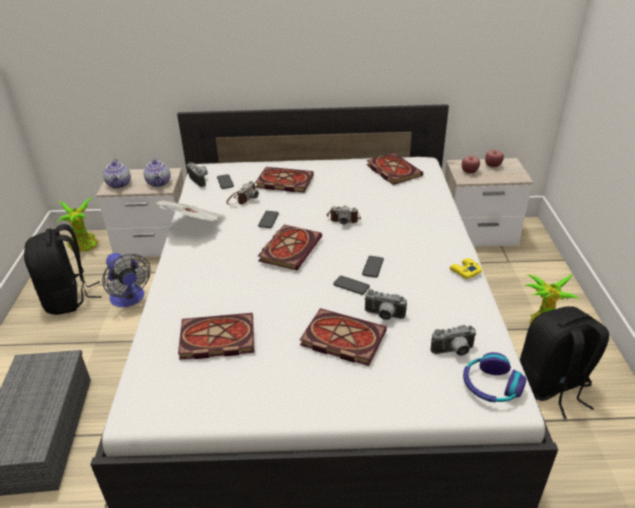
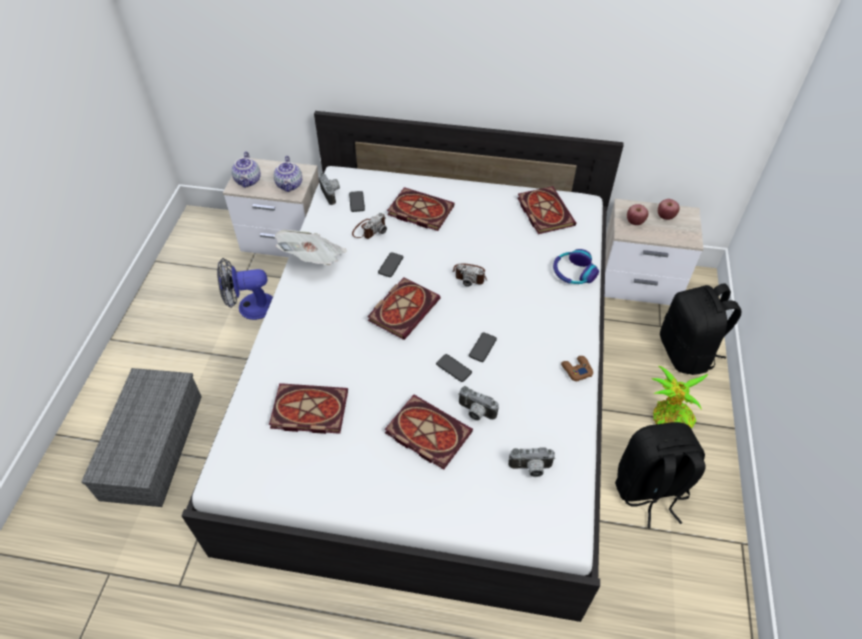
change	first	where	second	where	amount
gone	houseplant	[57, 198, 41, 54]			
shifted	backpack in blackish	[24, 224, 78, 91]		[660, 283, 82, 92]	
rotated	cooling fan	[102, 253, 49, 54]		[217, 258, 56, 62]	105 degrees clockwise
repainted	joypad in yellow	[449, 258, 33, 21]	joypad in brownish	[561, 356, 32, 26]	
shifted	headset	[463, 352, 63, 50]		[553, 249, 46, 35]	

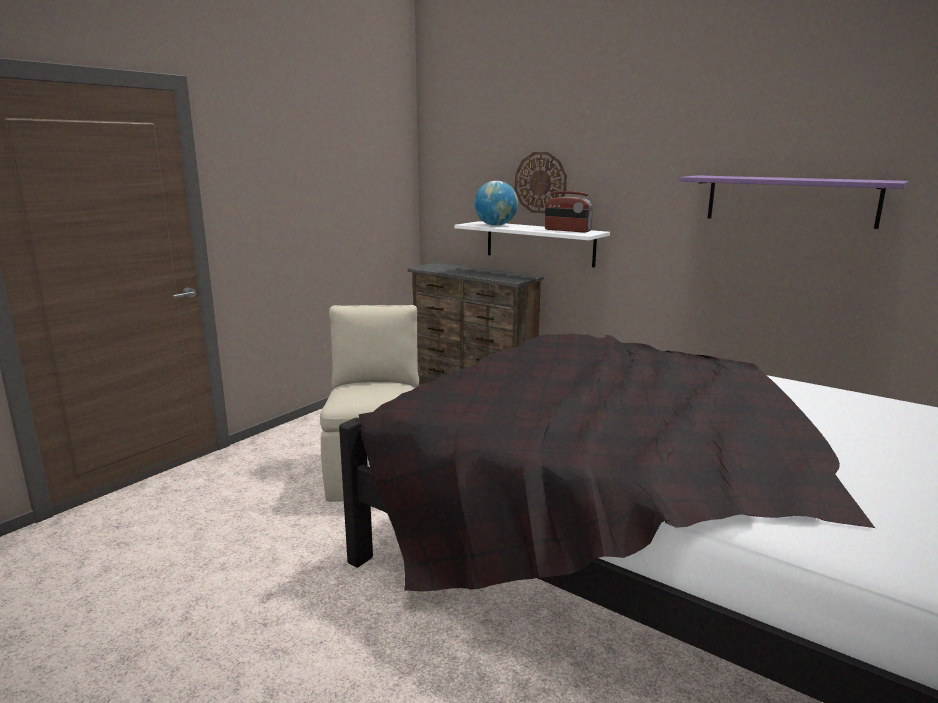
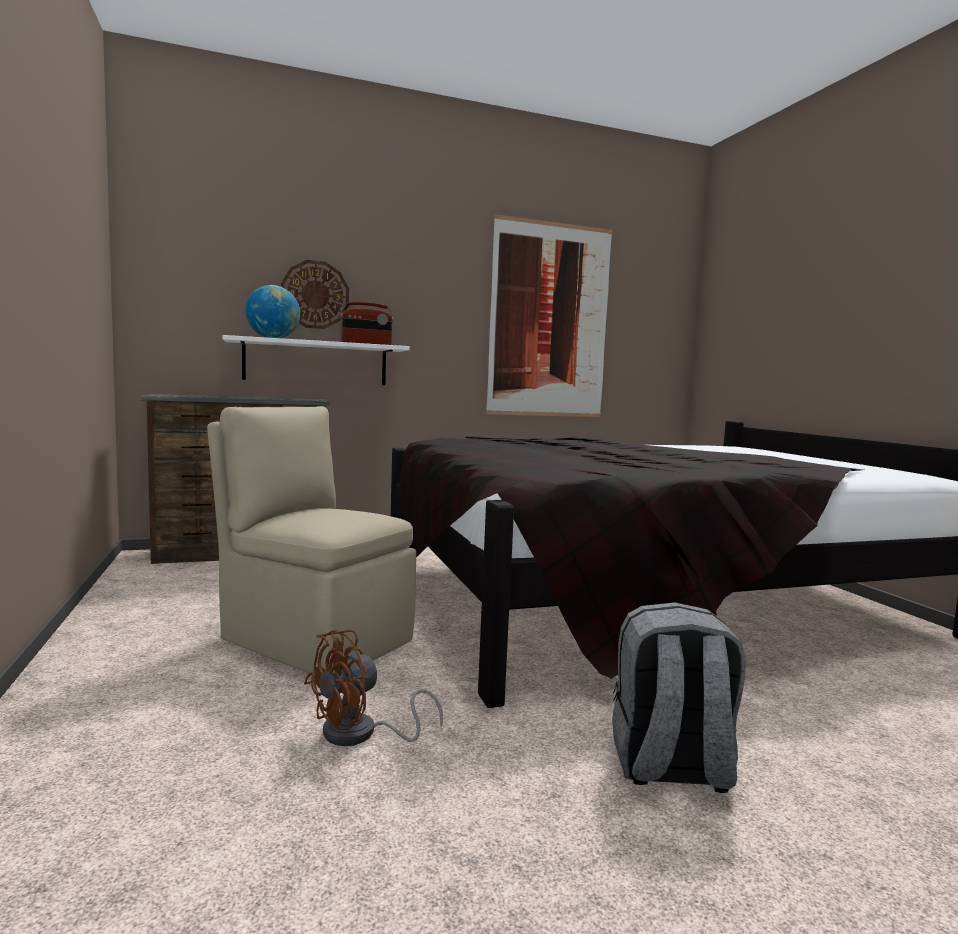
change	first	where	second	where	amount
swapped	shelf in purplish	[679, 175, 230, 54]	wall art	[486, 214, 126, 203]	
new			backpack in gray	[612, 602, 134, 191]	
new			cooling fan in brownish	[304, 629, 139, 117]	

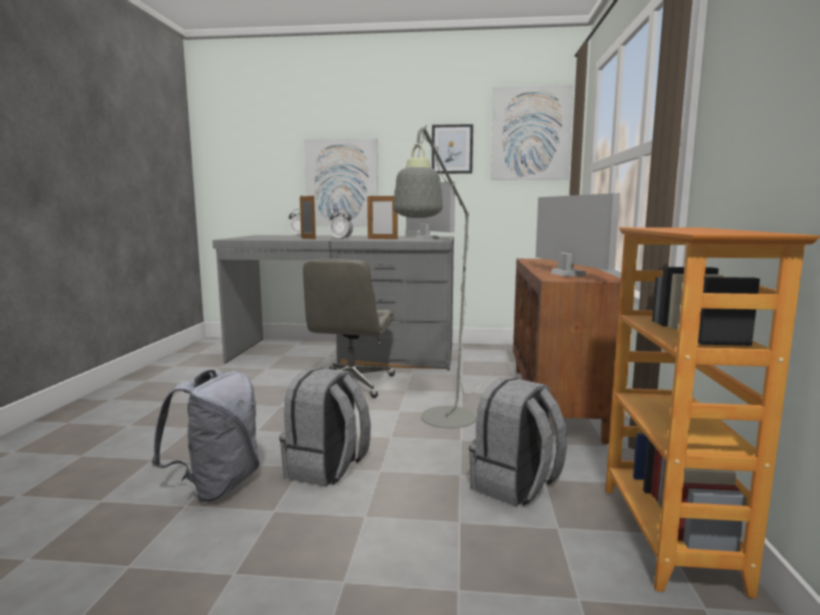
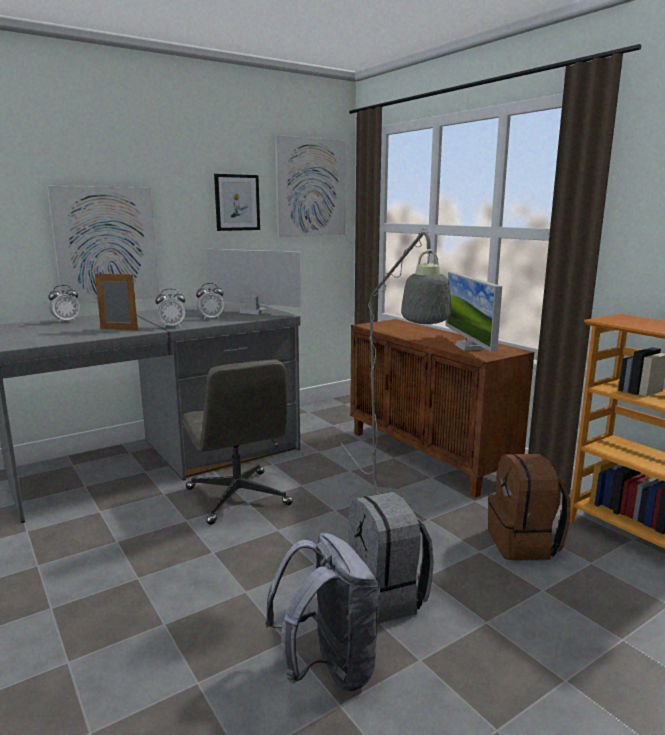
change	first	where	second	where	amount
rotated	computer display	[536, 193, 84, 83]		[445, 272, 57, 80]	135 degrees counterclockwise
swapped	picture frame	[367, 194, 31, 45]	table clock	[196, 283, 28, 37]	
repainted	backpack in gray	[469, 377, 98, 129]	backpack in brownish	[488, 454, 82, 106]	

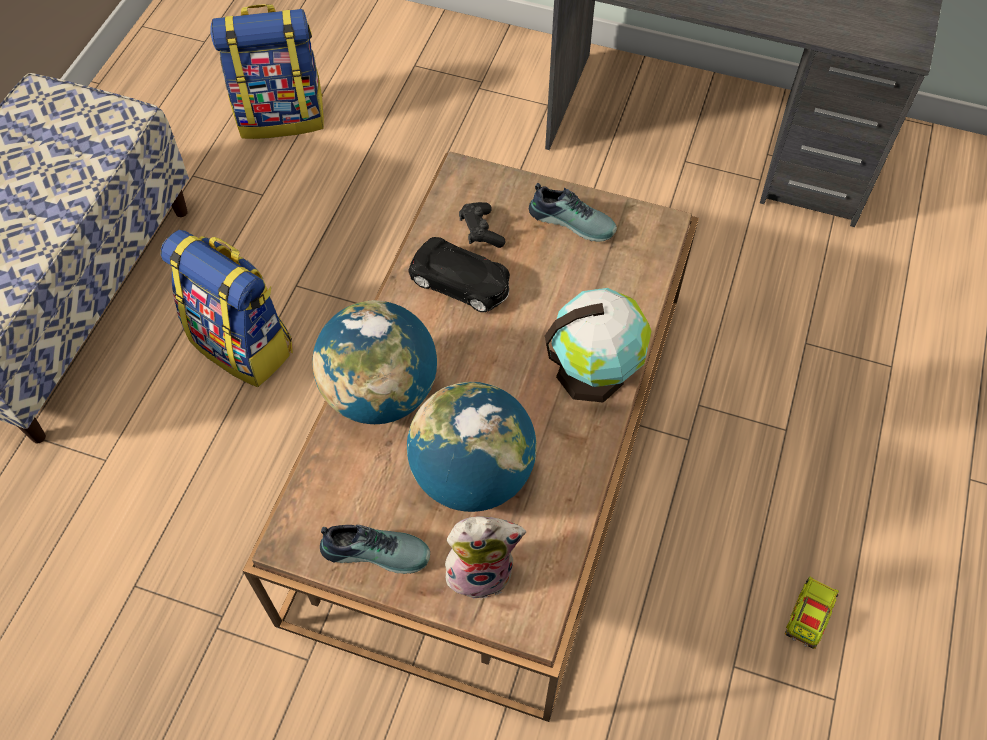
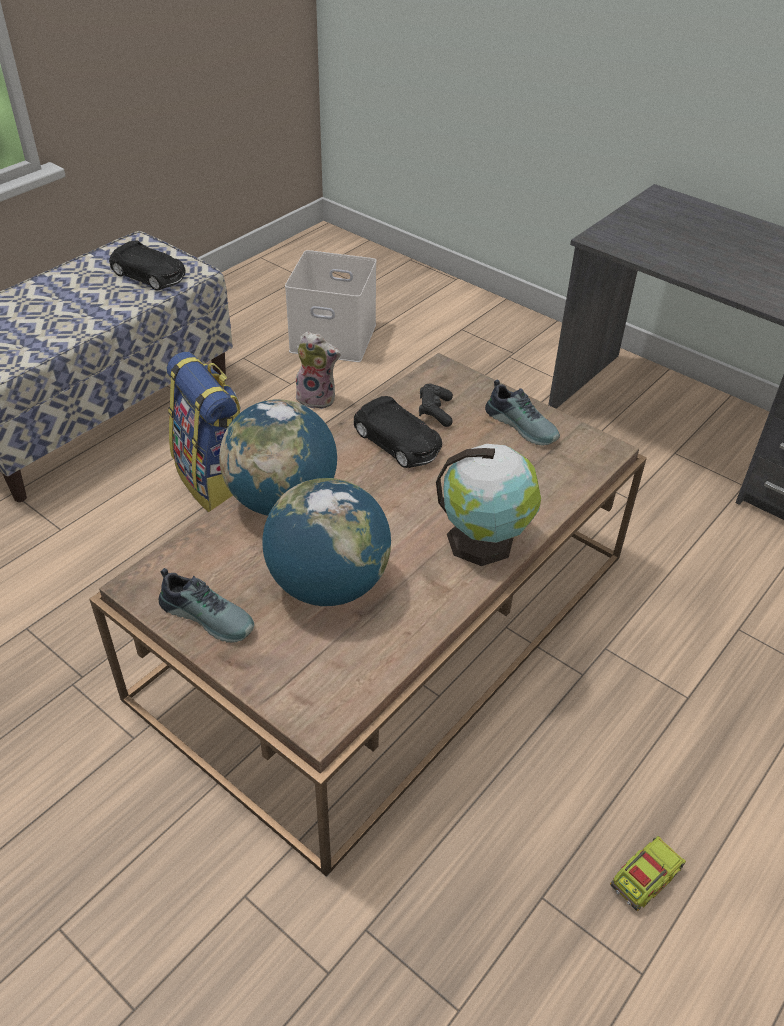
change	first	where	second	where	amount
swapped	backpack	[210, 4, 114, 135]	storage box in white-coloured	[285, 250, 92, 112]	
shifted	cuddly toy	[445, 516, 81, 85]		[296, 331, 45, 78]	
new			model car in blackish	[109, 240, 77, 51]	

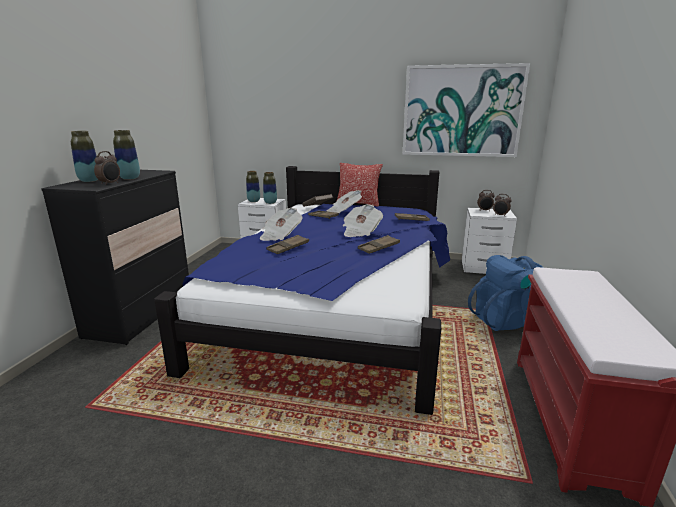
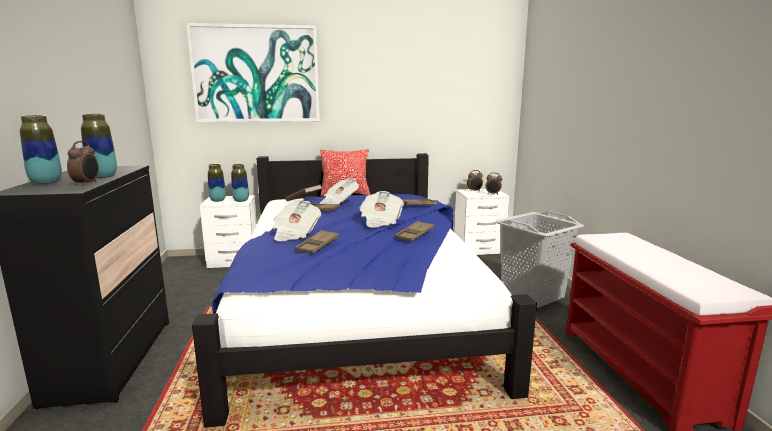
change	first	where	second	where	amount
shifted	wall art	[403, 63, 127, 94]		[186, 23, 134, 99]	
swapped	backpack in bluish	[468, 255, 76, 76]	washing basket in gray	[495, 211, 89, 97]	

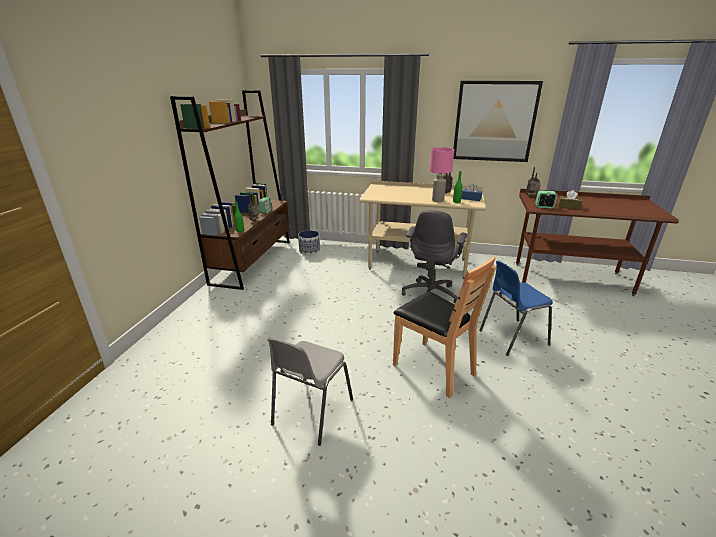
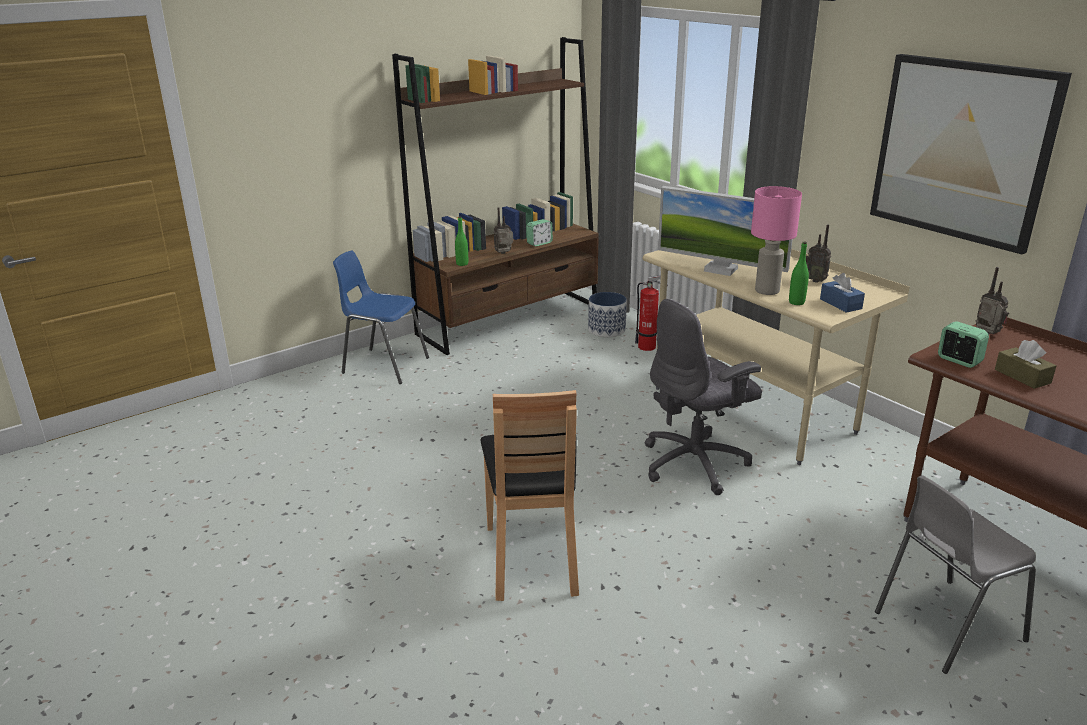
change	first	where	second	where	amount
shifted	plain chair in bluish	[479, 260, 74, 96]		[333, 251, 96, 133]	
shifted	plain chair in gray	[267, 337, 86, 109]		[875, 475, 161, 199]	
new			computer display	[658, 186, 135, 90]	
new			extinguisher	[635, 275, 33, 76]	

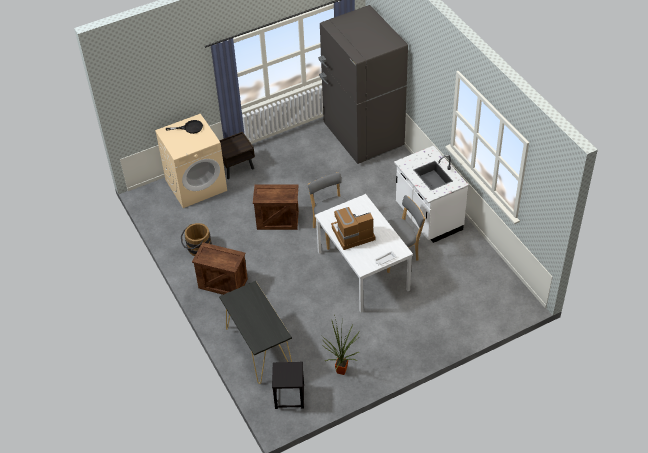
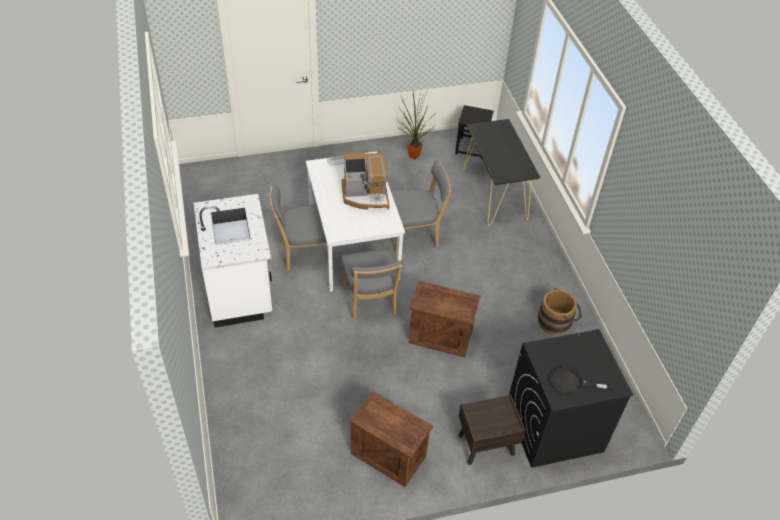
change	first	where	second	where	amount
gone	refrigerator in gray	[318, 5, 90, 159]			
repainted	washing machine in beige-coloured	[155, 114, 72, 94]	washing machine in blackish	[509, 329, 124, 139]	
shifted	shipping crate	[192, 242, 56, 53]		[349, 391, 84, 96]	
new			plain chair in gray	[391, 160, 60, 92]	

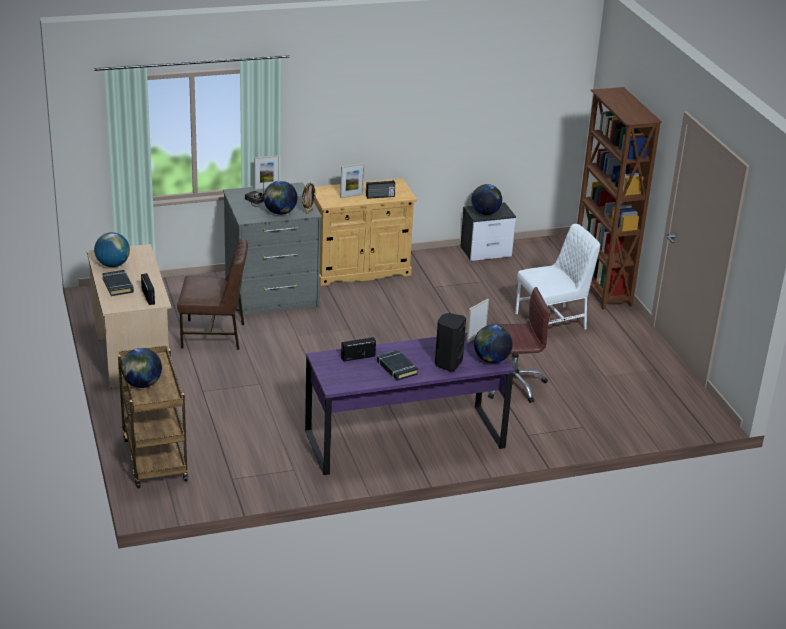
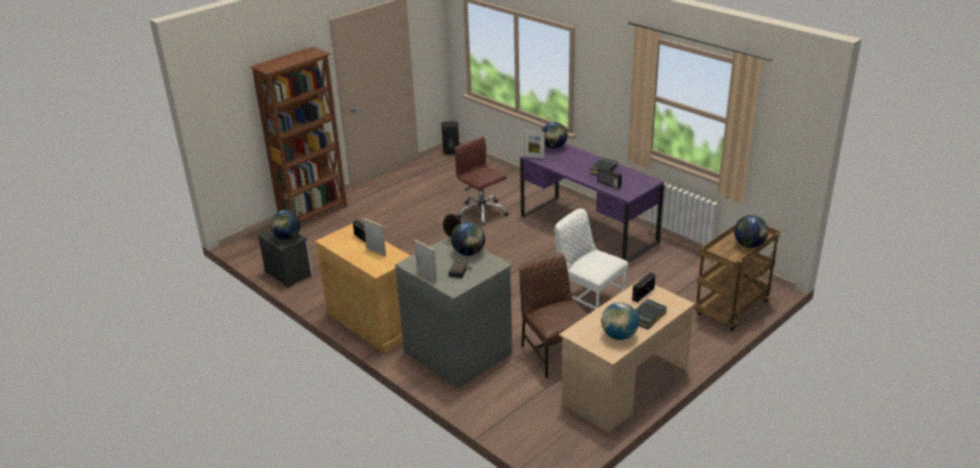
change	first	where	second	where	amount
shifted	plain chair in white-coloured	[515, 224, 85, 106]		[554, 209, 74, 101]	
shifted	loudspeaker in blackish	[435, 313, 31, 58]		[441, 121, 18, 34]	

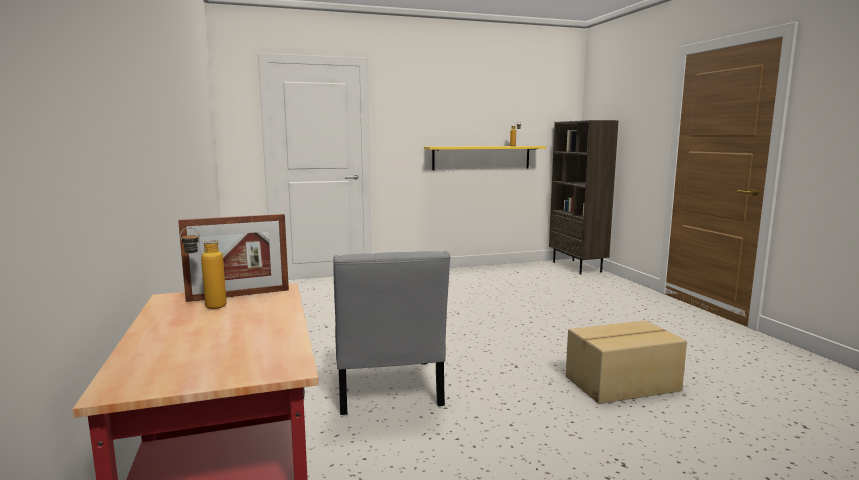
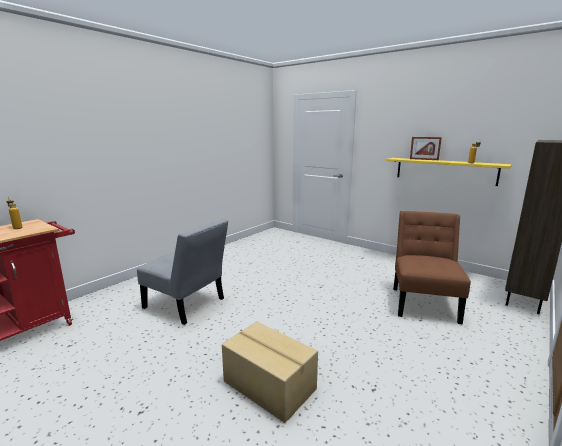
change	first	where	second	where	amount
shifted	picture frame	[178, 214, 111, 88]		[410, 137, 32, 23]	
rotated	plain chair in gray	[333, 251, 118, 164]		[137, 219, 91, 106]	105 degrees counterclockwise
new			plain chair in brownish	[393, 211, 78, 114]	

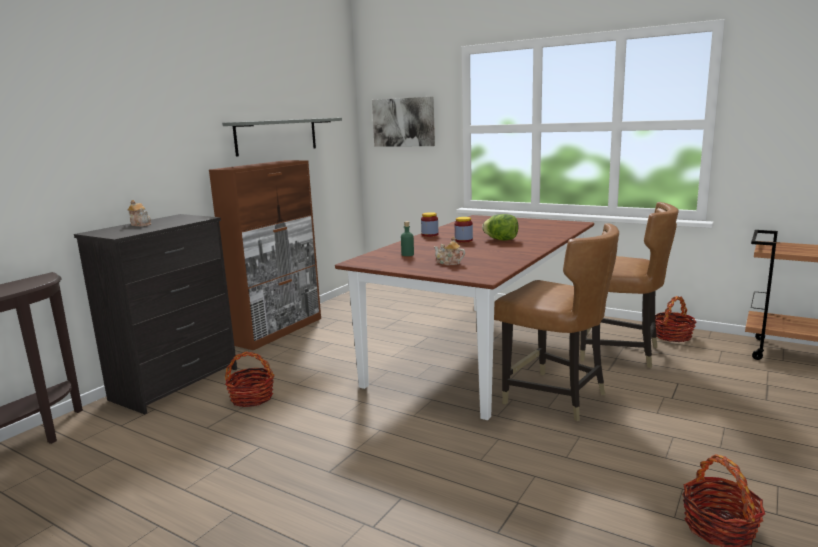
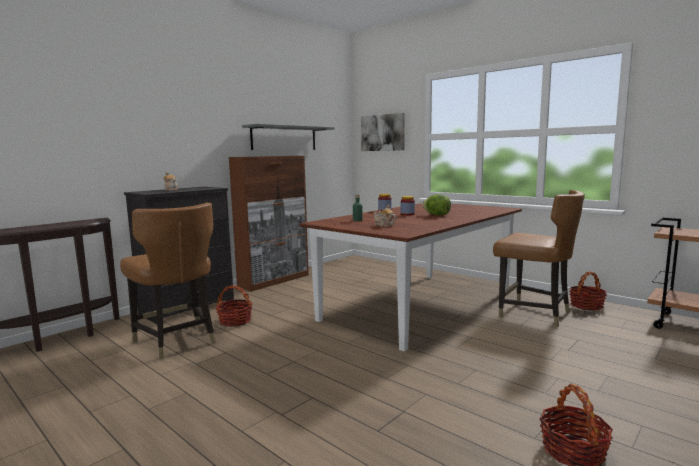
change	first	where	second	where	amount
shifted	plain chair in brownish	[494, 223, 125, 198]		[120, 203, 96, 156]	

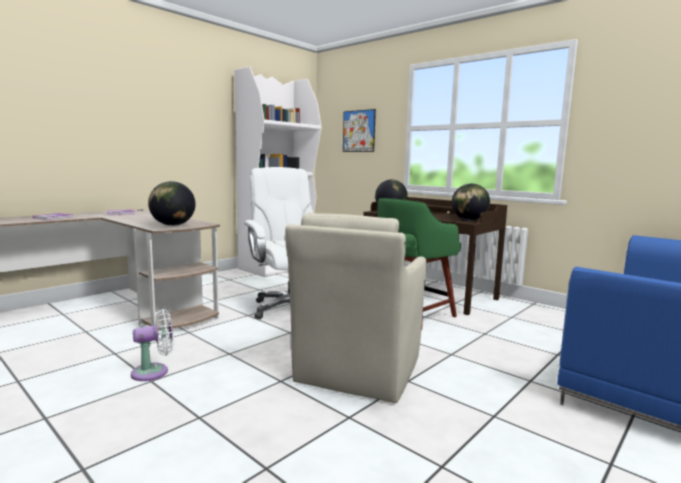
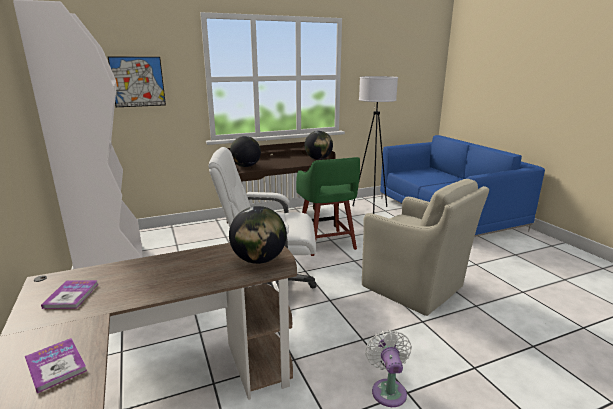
change	first	where	second	where	amount
new			floor lamp in white-coloured	[353, 76, 45, 138]	

